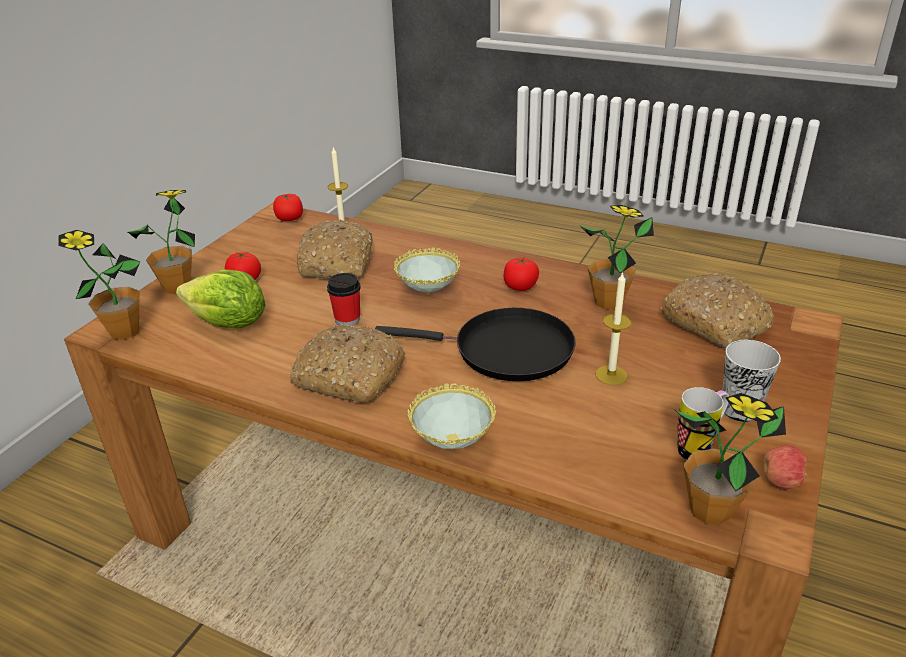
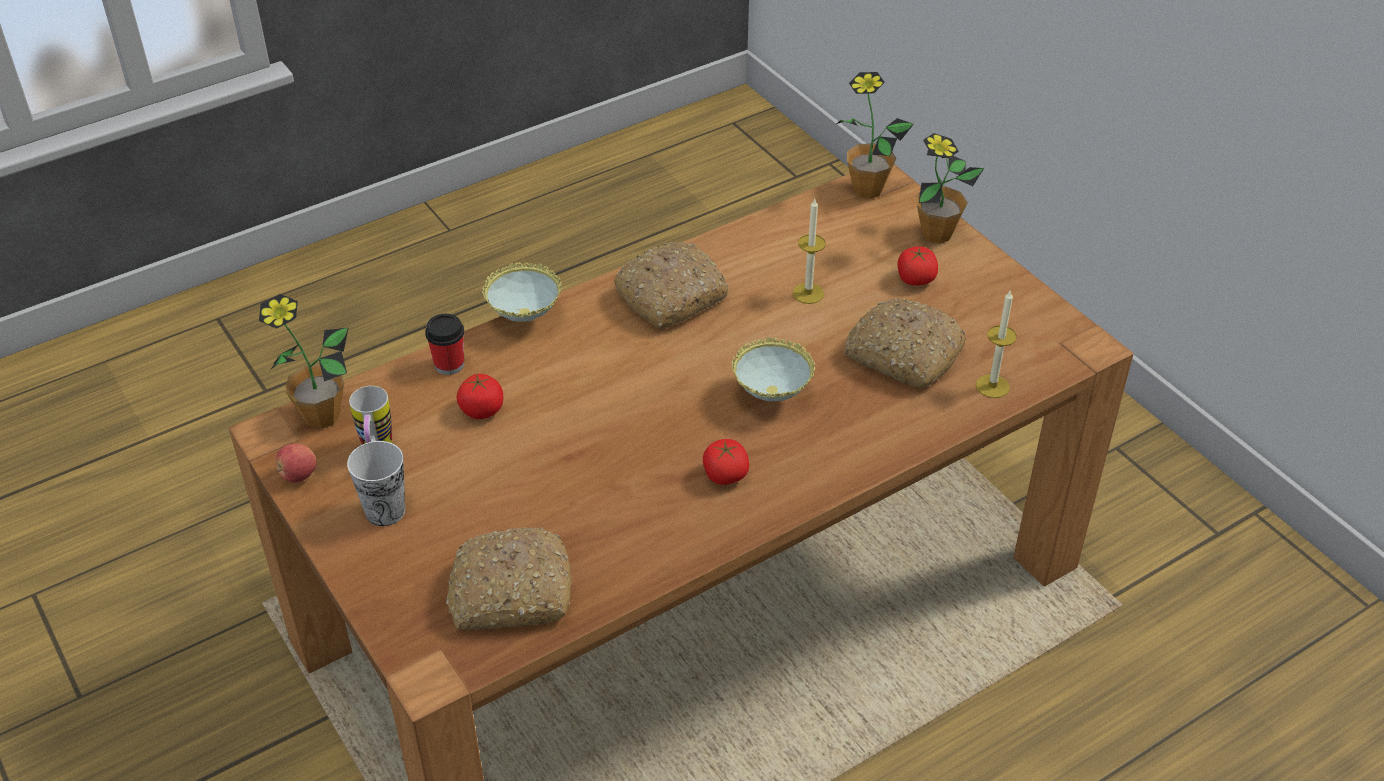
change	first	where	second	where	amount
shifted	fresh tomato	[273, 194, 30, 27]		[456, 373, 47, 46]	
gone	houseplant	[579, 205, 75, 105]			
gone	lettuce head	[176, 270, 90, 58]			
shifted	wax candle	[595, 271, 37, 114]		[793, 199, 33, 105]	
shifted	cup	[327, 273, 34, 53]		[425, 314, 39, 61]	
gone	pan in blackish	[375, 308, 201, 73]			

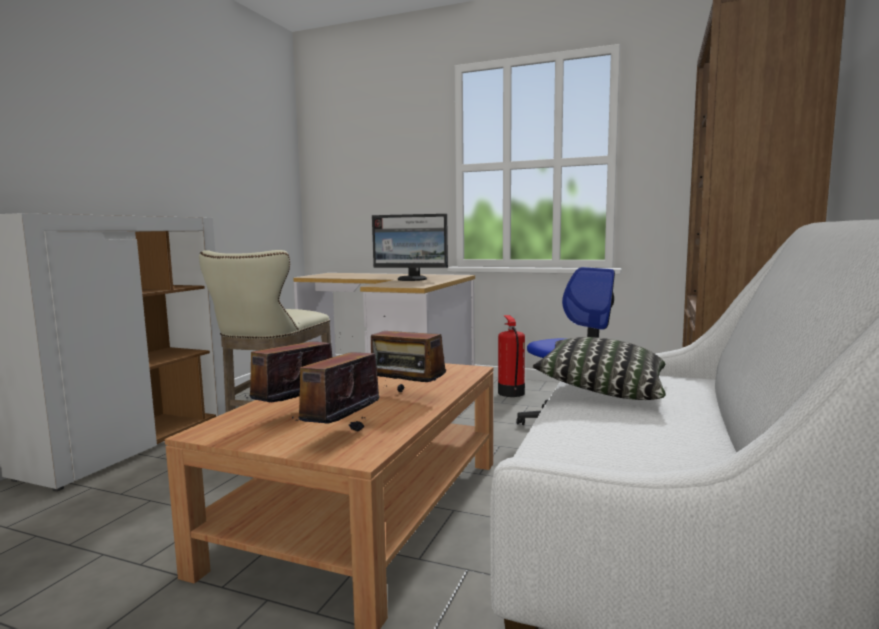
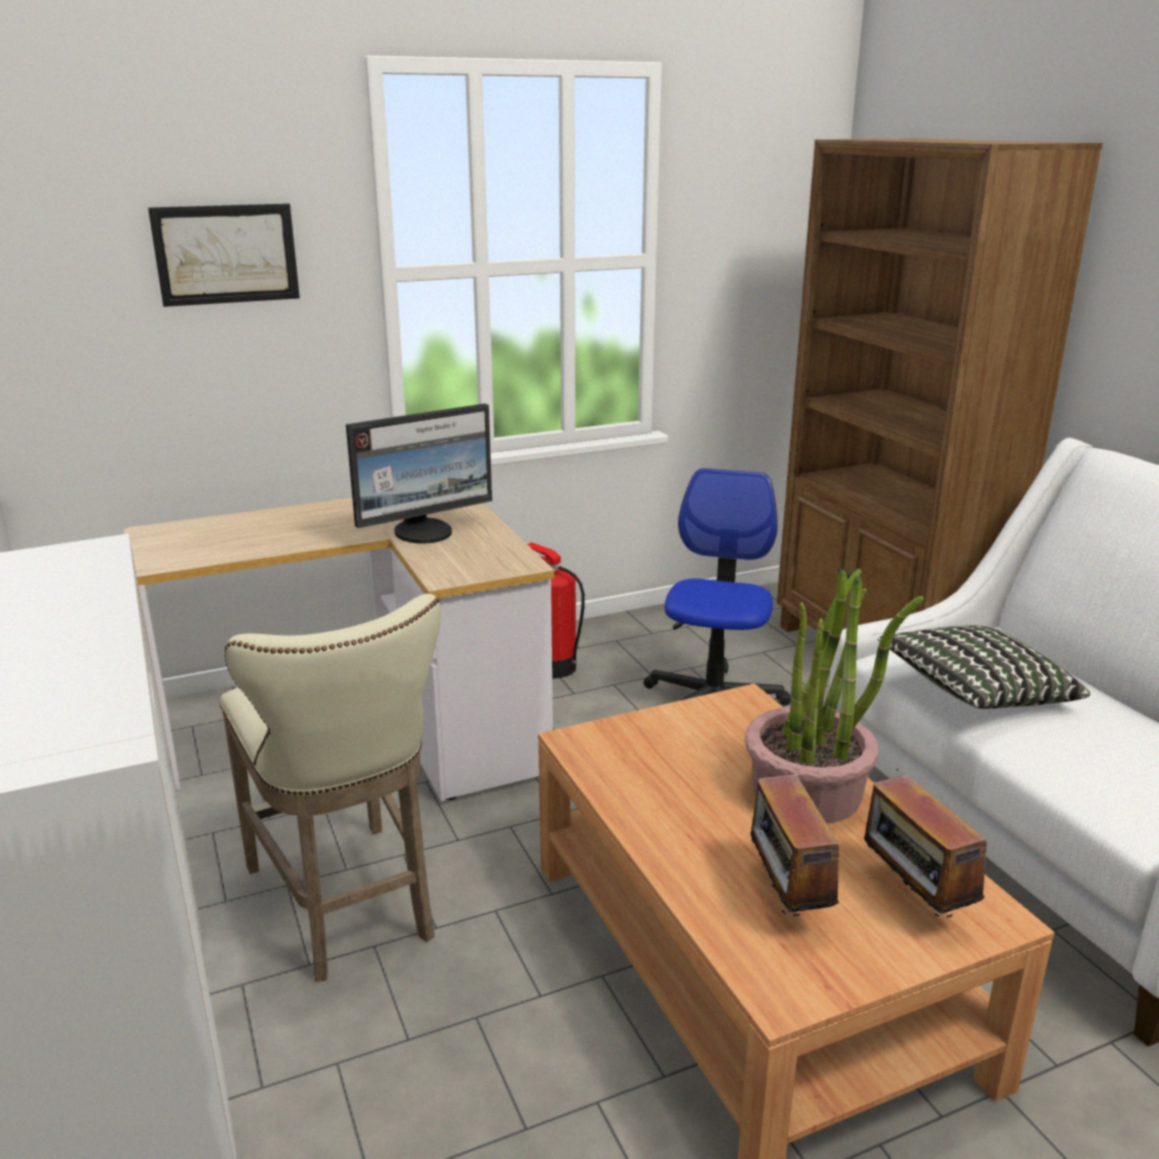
change	first	where	second	where	amount
swapped	radio set	[371, 316, 75, 76]	houseplant	[745, 569, 179, 255]	
new			wall art	[148, 203, 152, 104]	

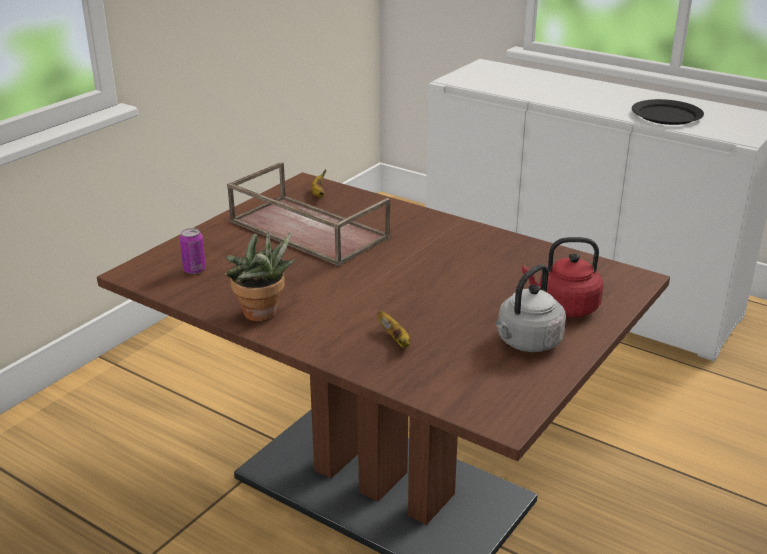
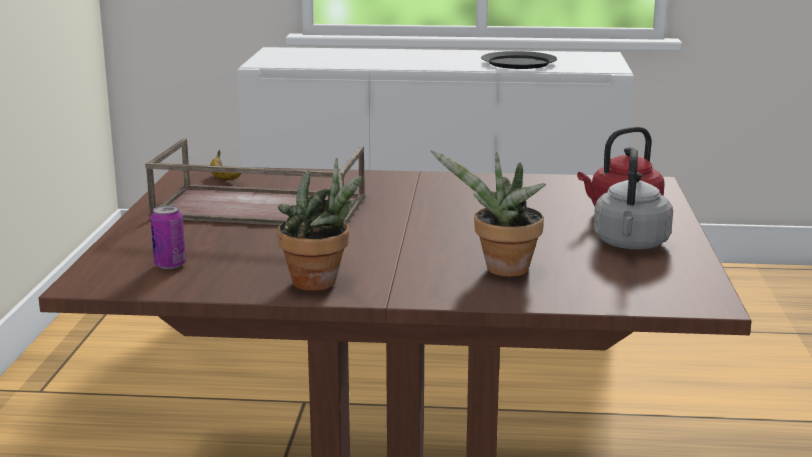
change	first	where	second	where	amount
swapped	banana fruit	[377, 311, 33, 37]	houseplant	[431, 150, 115, 127]	

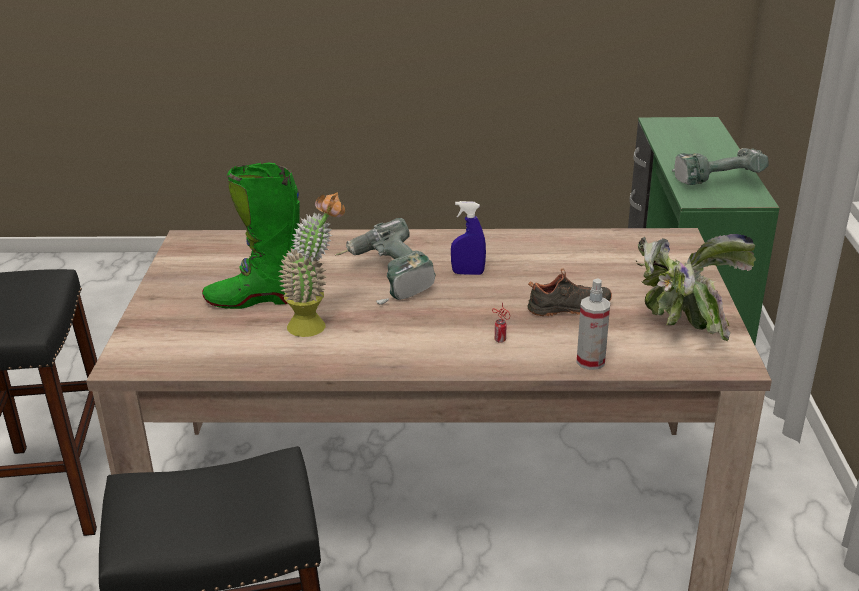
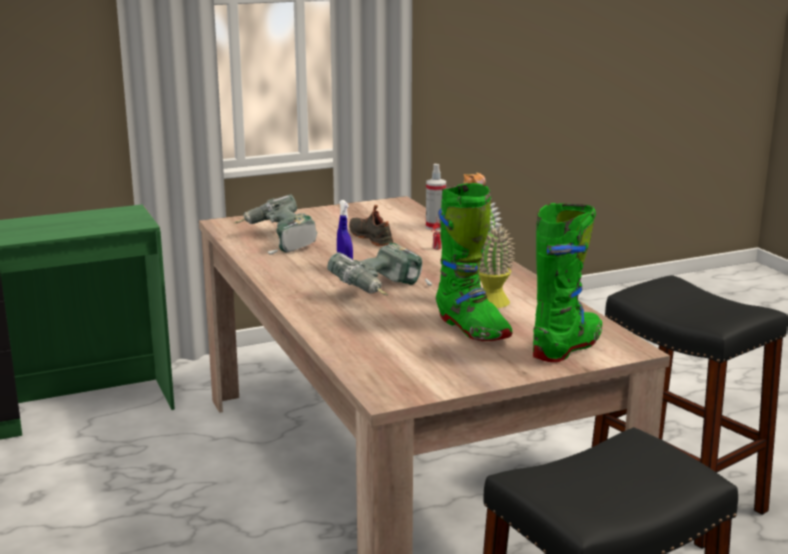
change	first	where	second	where	amount
shifted	power drill	[672, 148, 96, 37]		[234, 195, 83, 60]	
gone	houseplant	[636, 234, 120, 108]			
new			tall boot in green	[533, 203, 69, 159]	

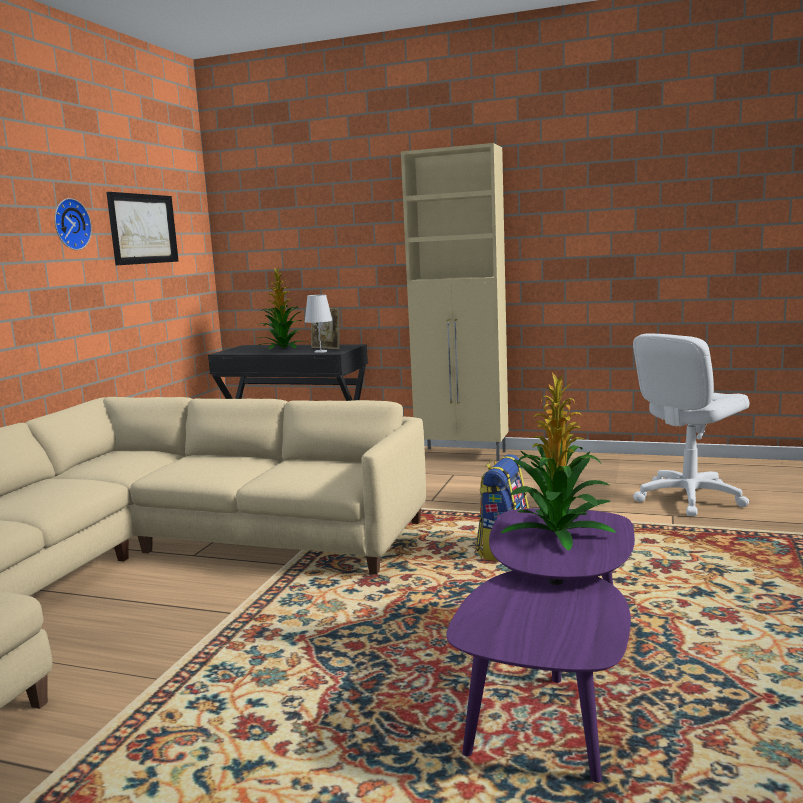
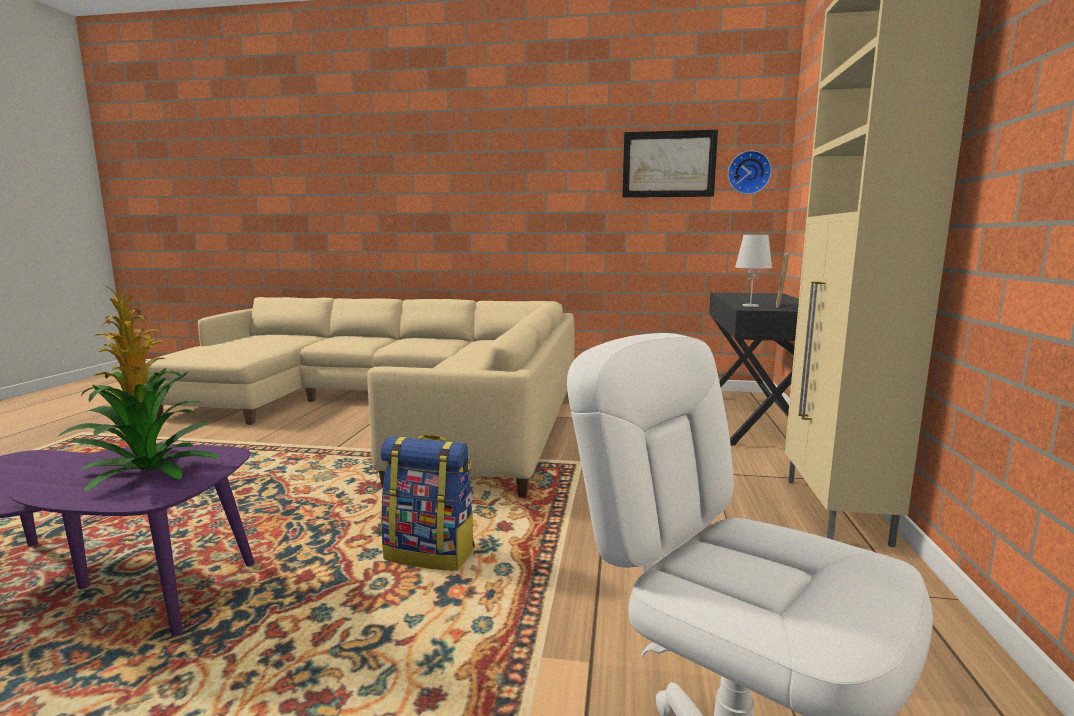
change	first	where	second	where	amount
shifted	wall clock	[54, 198, 38, 52]		[728, 150, 44, 44]	
gone	houseplant	[257, 268, 53, 81]			

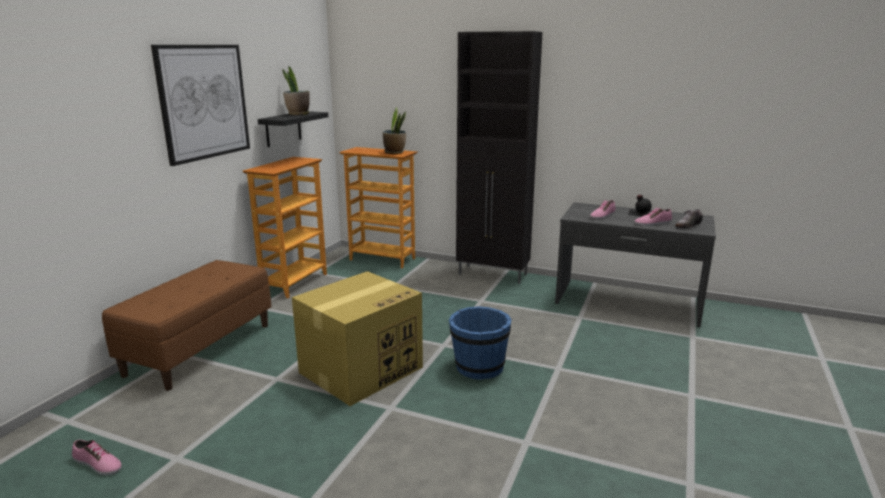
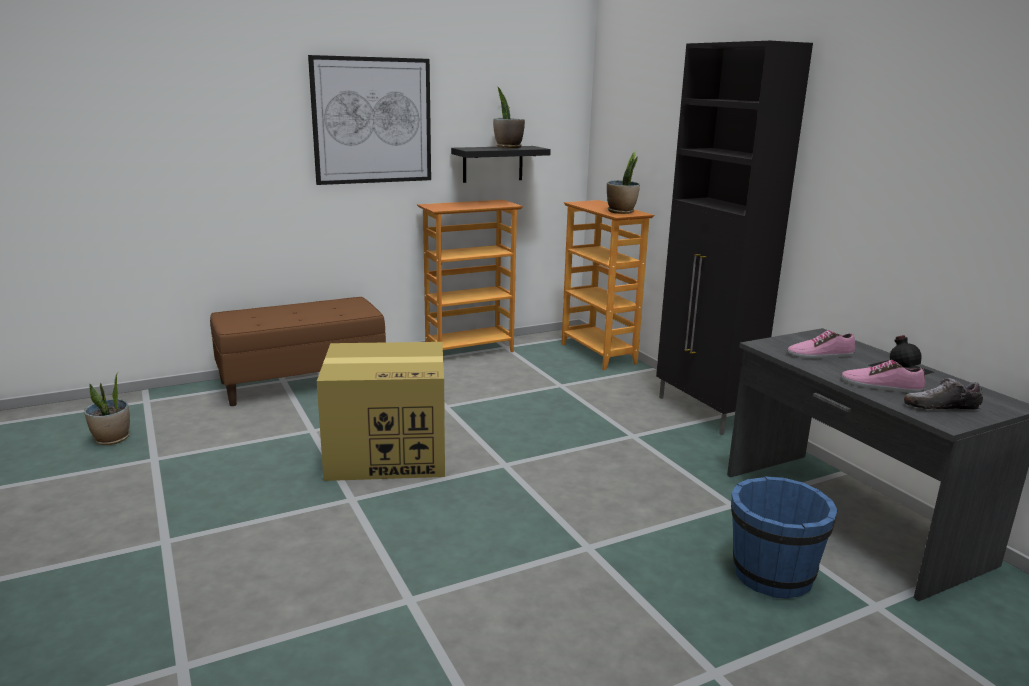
change	first	where	second	where	amount
shifted	water bucket in bluish	[449, 306, 63, 74]		[731, 476, 107, 123]	
swapped	shoe	[72, 440, 50, 35]	houseplant	[84, 372, 46, 73]	

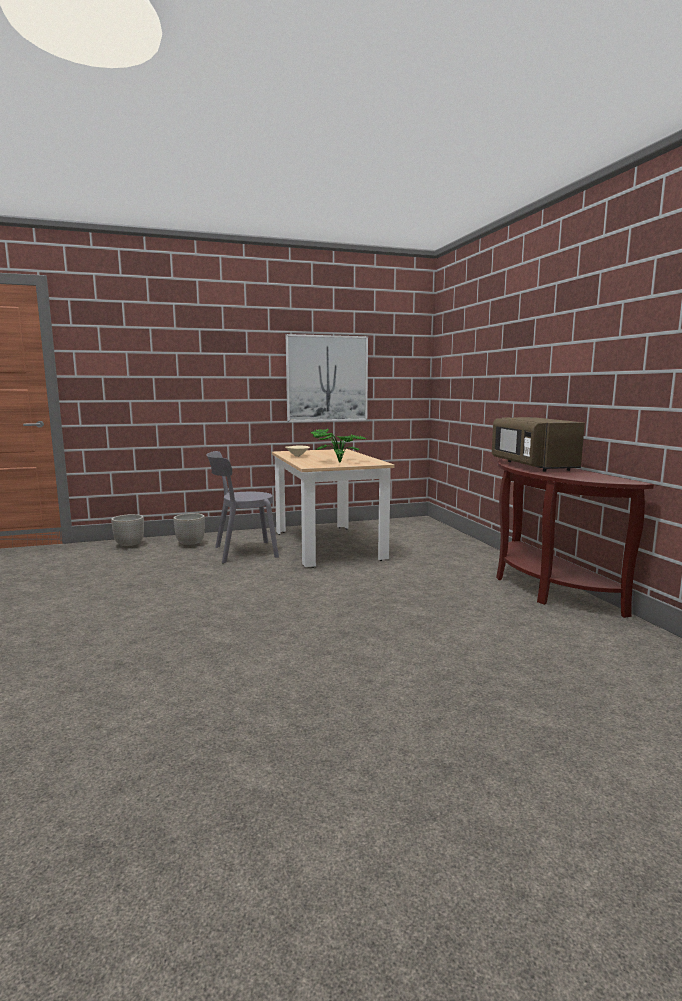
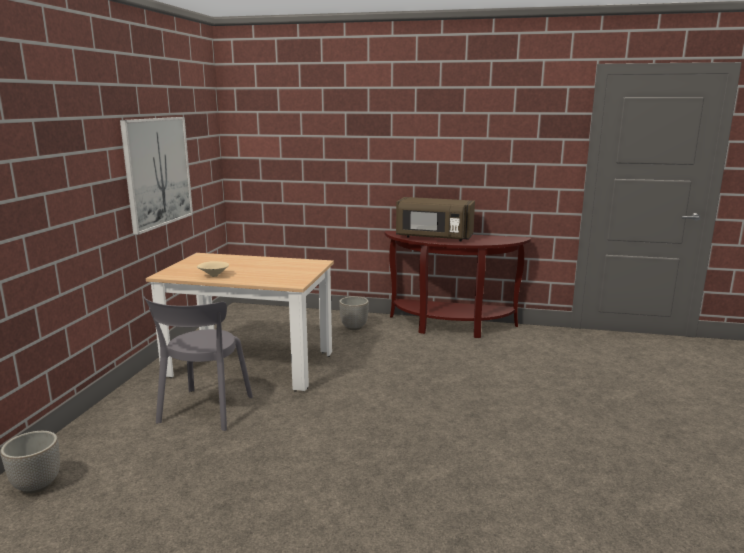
change	first	where	second	where	amount
gone	houseplant	[311, 429, 56, 34]			
shifted	plant pot	[173, 513, 32, 34]		[339, 296, 30, 34]	

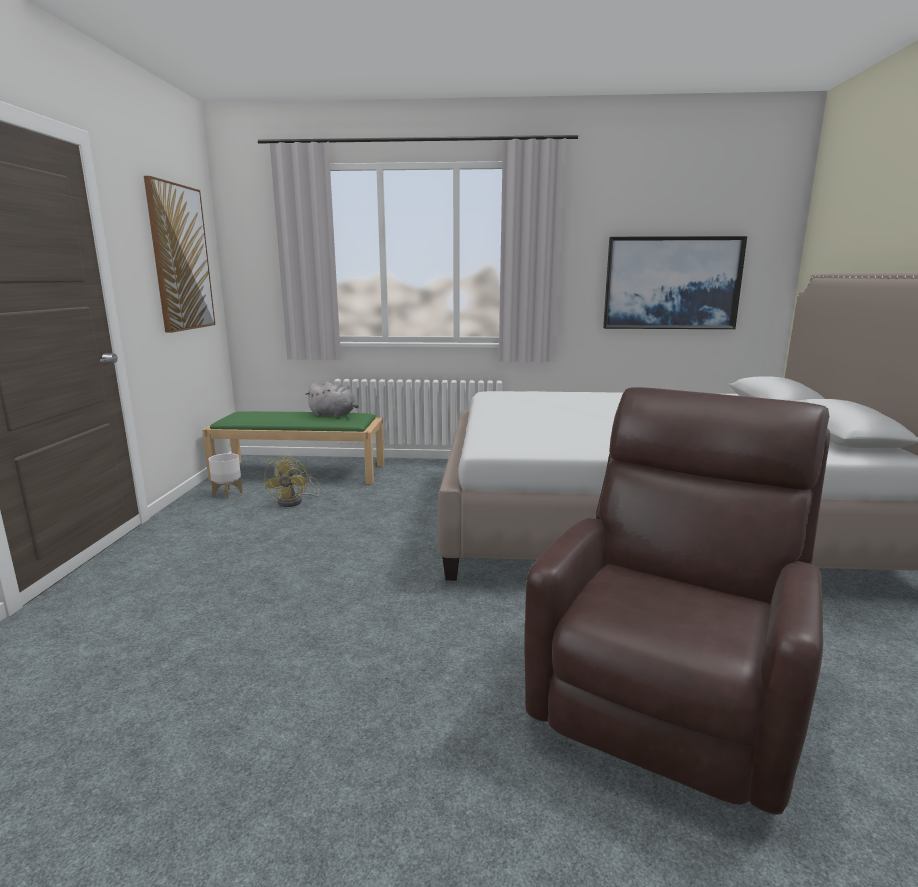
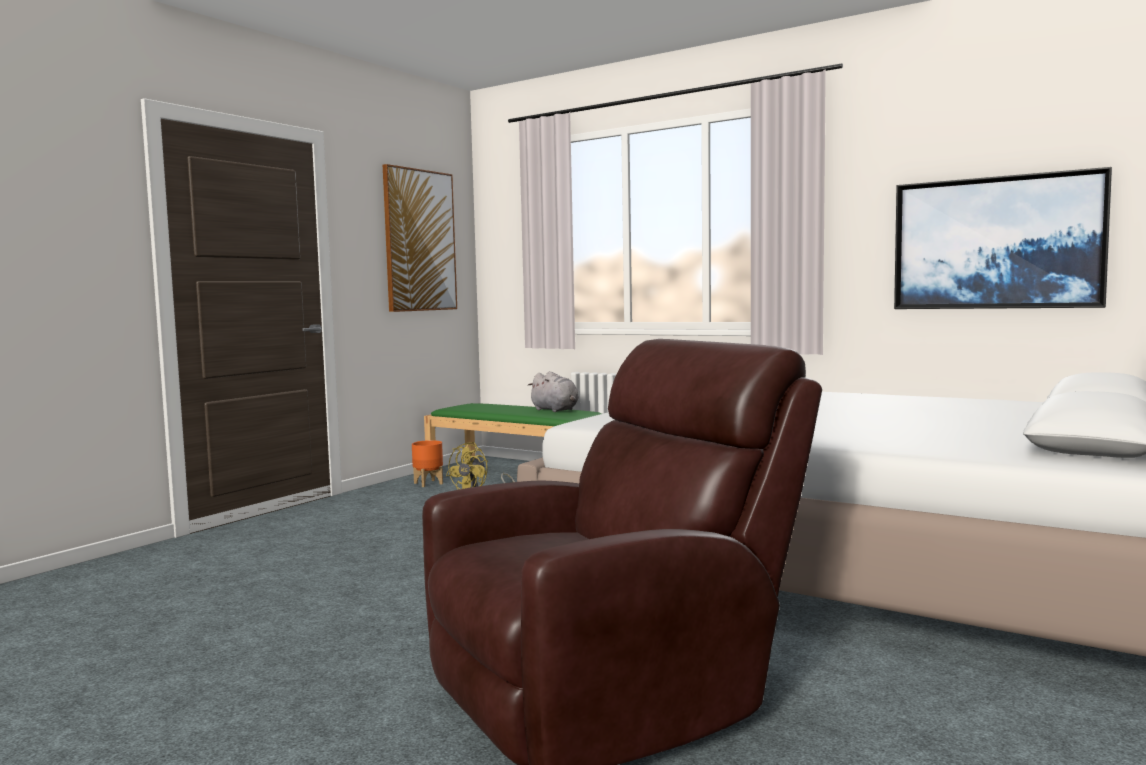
change	first	where	second	where	amount
repainted	plant pot in white-coloured	[209, 453, 34, 46]	plant pot in orange	[412, 440, 31, 47]	

